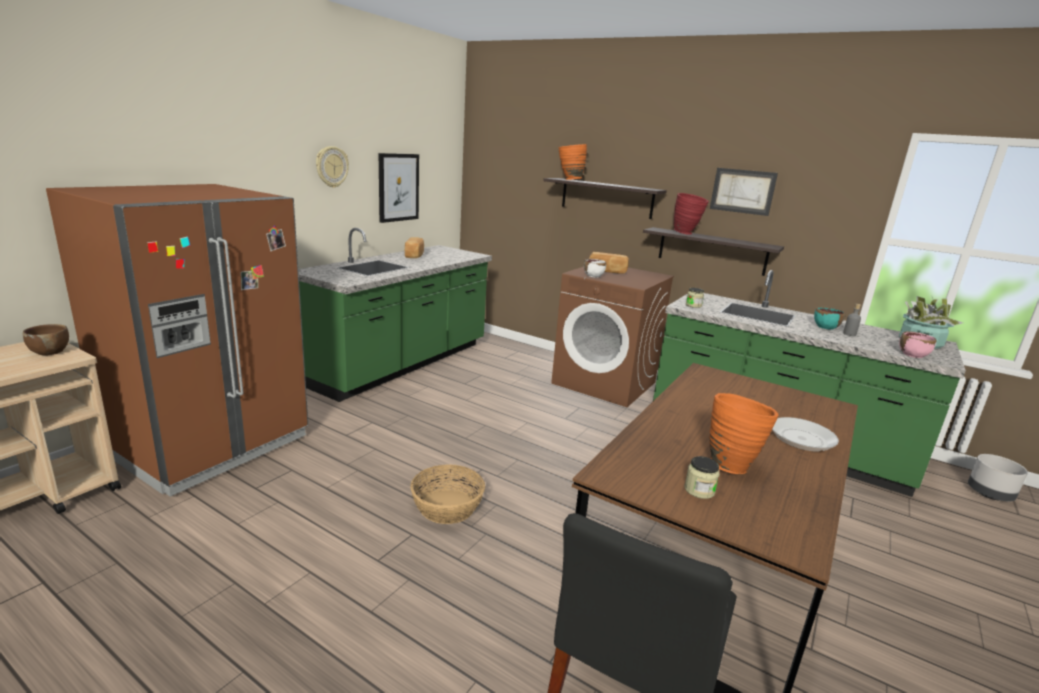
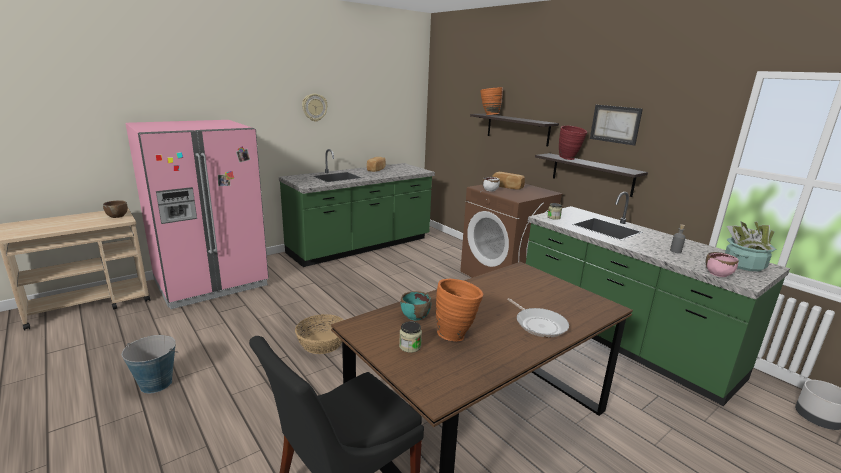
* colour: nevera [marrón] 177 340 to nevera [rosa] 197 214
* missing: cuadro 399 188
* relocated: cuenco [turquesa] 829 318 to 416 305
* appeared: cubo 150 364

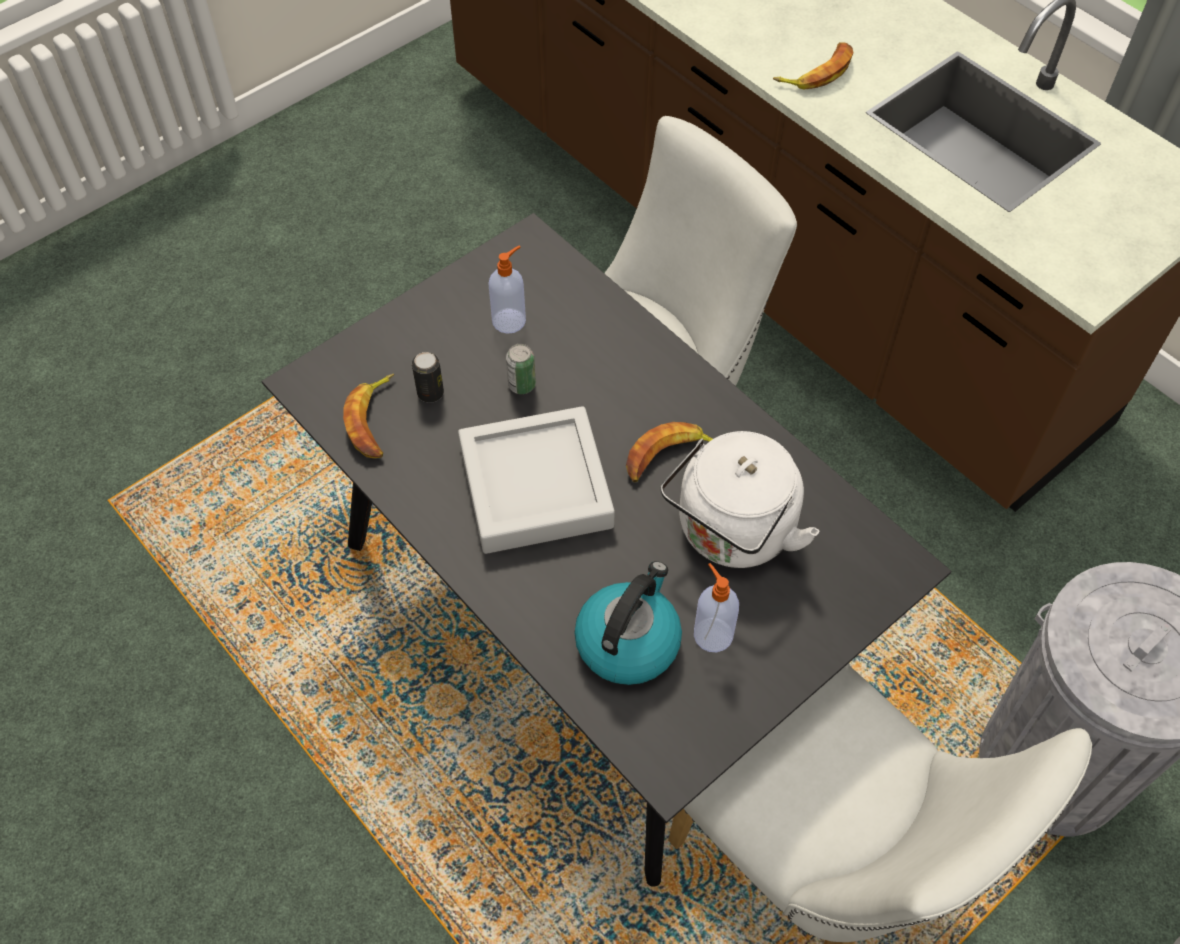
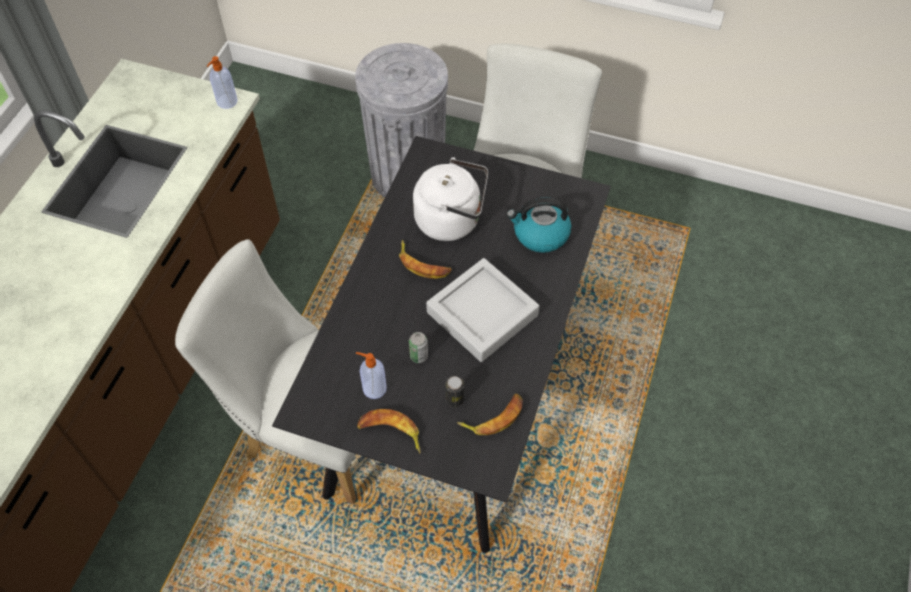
* relocated: dispensador de jabón 716 607 to 222 82
* relocated: plátano 813 66 to 388 431

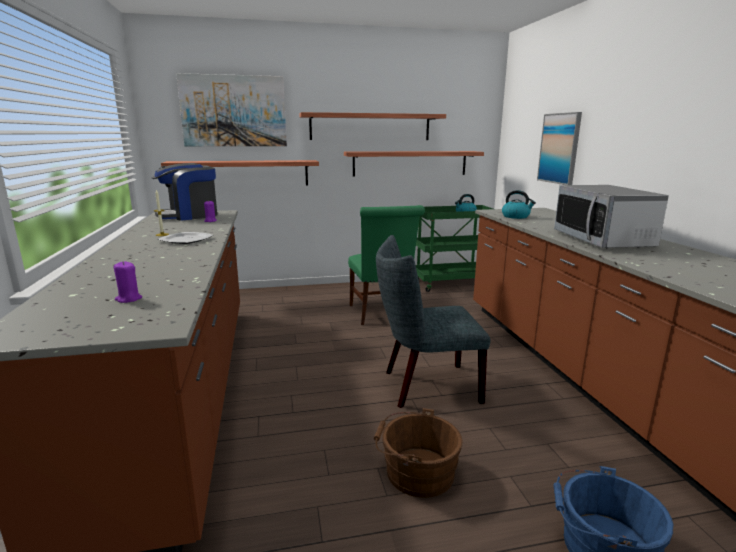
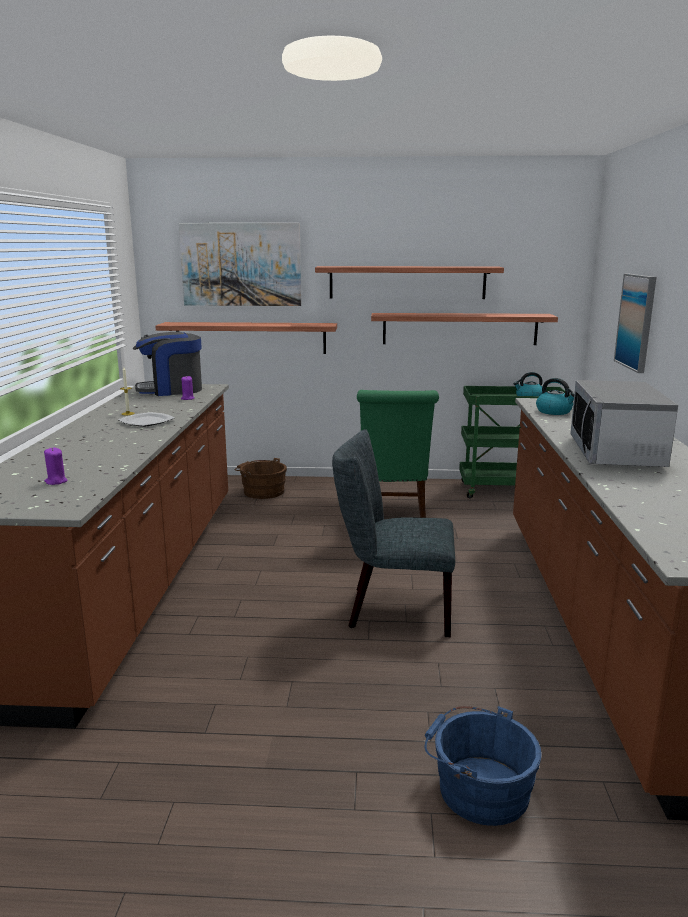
* relocated: cubo [marrón] 418 453 to 261 478

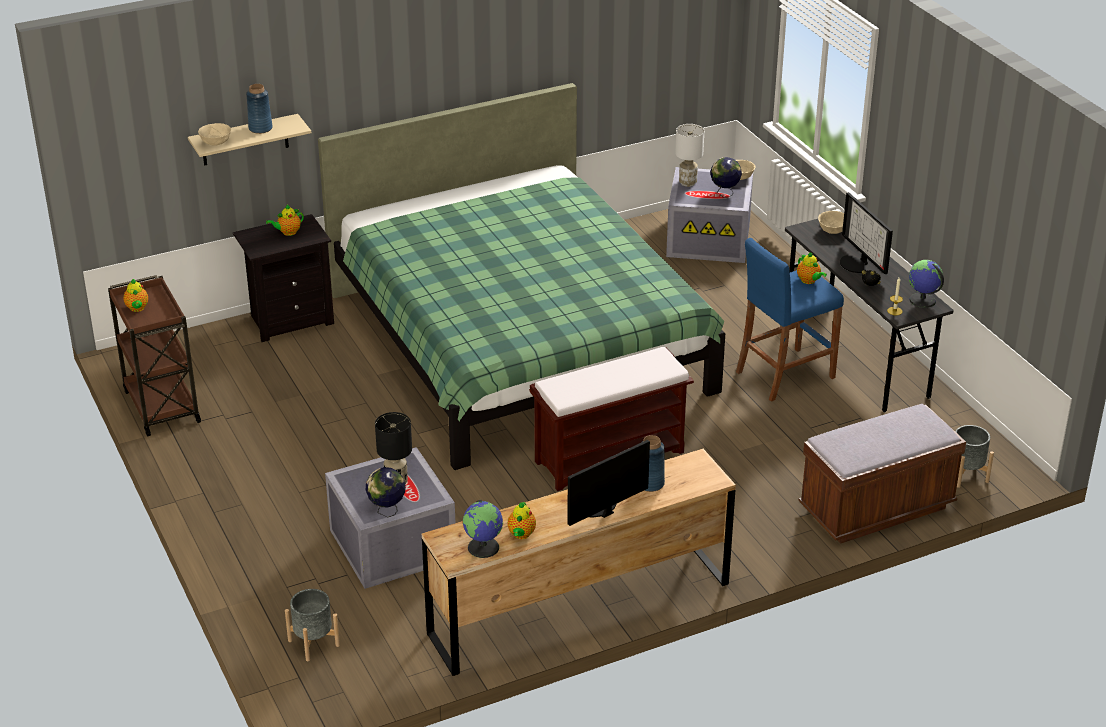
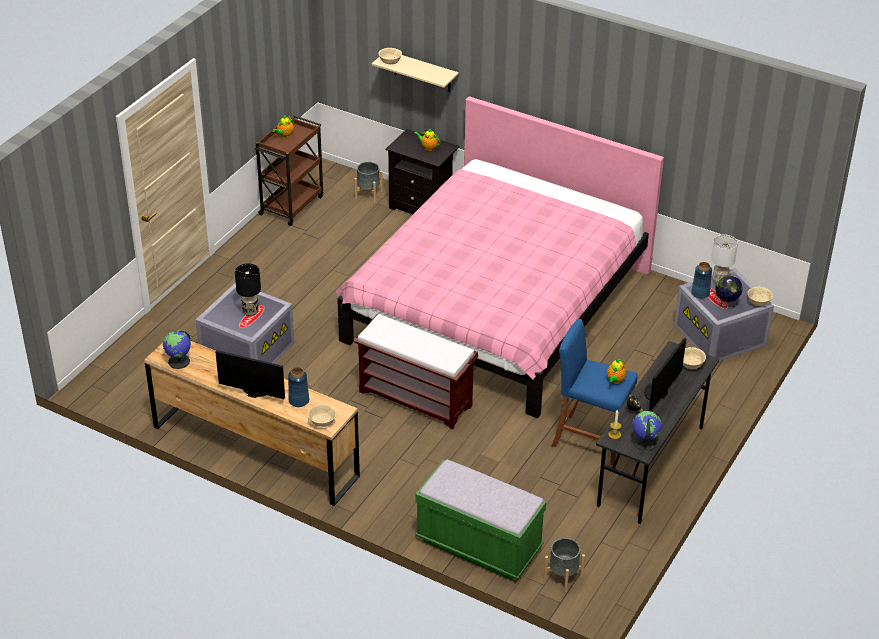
* relocated: florero [azul] 259 109 to 701 280
* relocated: maceta [gris] 312 625 to 368 182
* colour: cama [verde] 521 276 to cama [rosa] 500 257
* missing: globo terráqueo 386 492
* missing: tetera 522 520
* colour: banco [marrón] 882 474 to banco [verde] 480 520
* appeared: cuenco [beis] 322 415

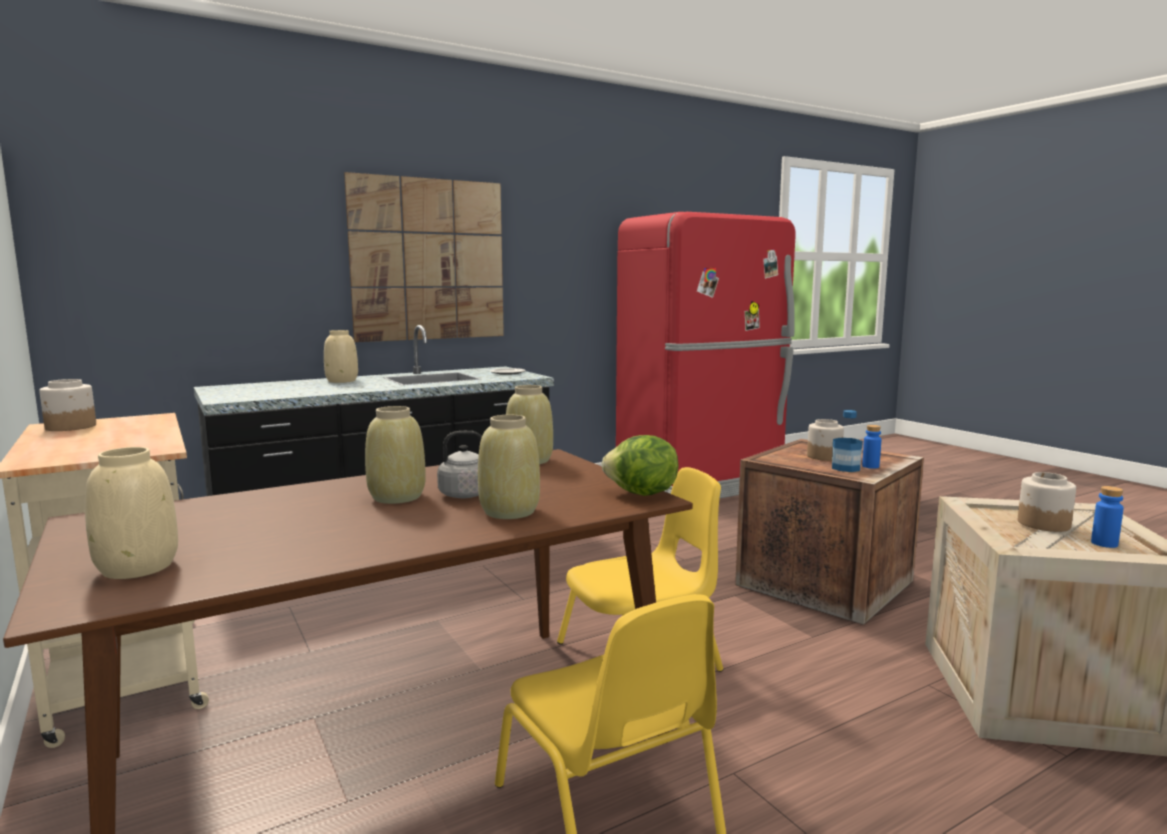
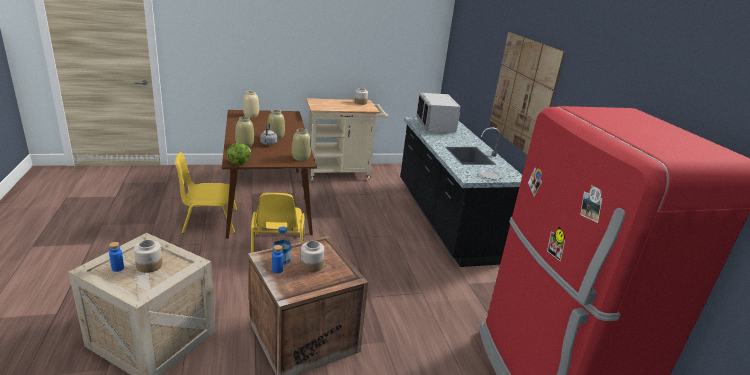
* missing: florero [beis] 341 356
* appeared: microondas [gris] 438 113

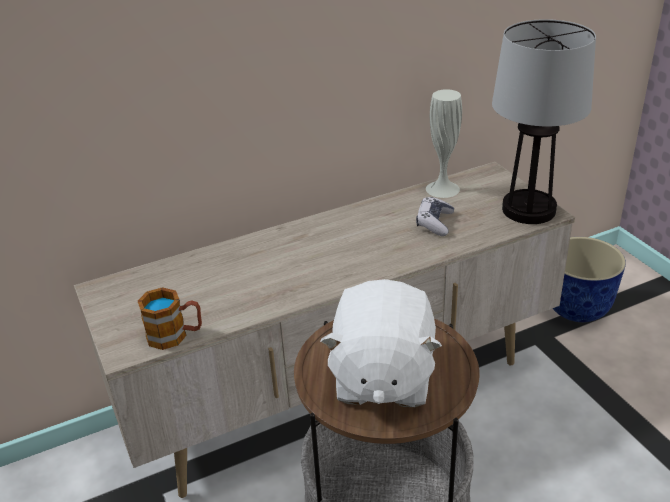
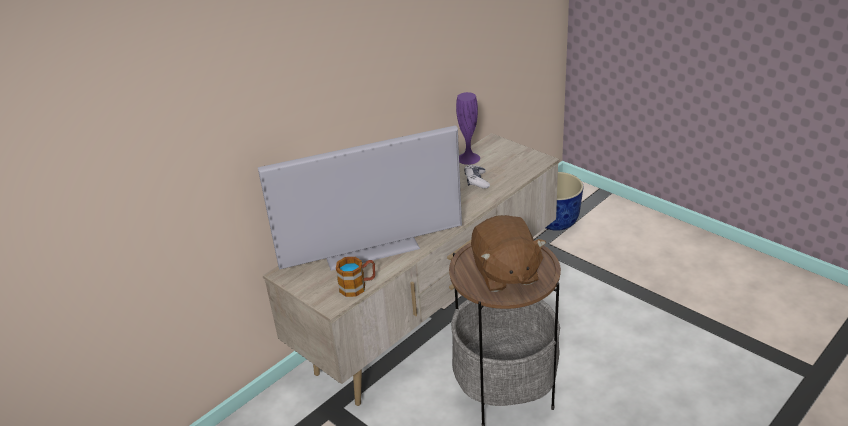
* colour: peluche [blanco] 381 343 to peluche [marrón] 508 253
* colour: florero [blanco] 444 143 to florero [morado] 468 128
* missing: lámpara de mesa 544 121
* appeared: televisor 360 198

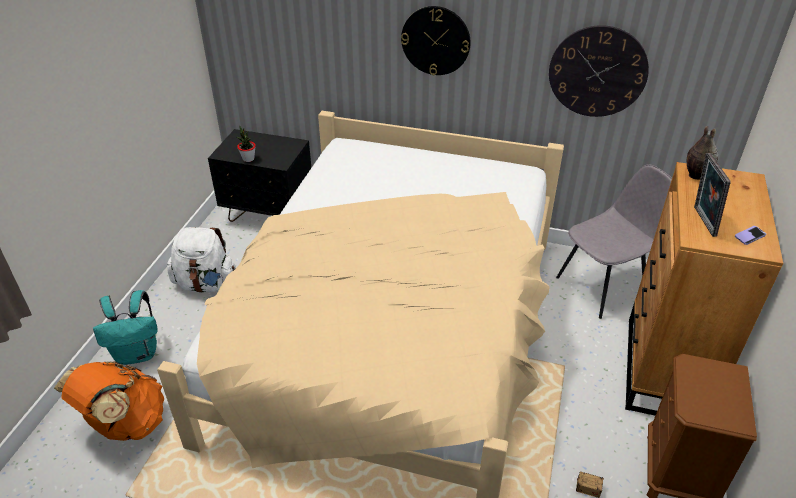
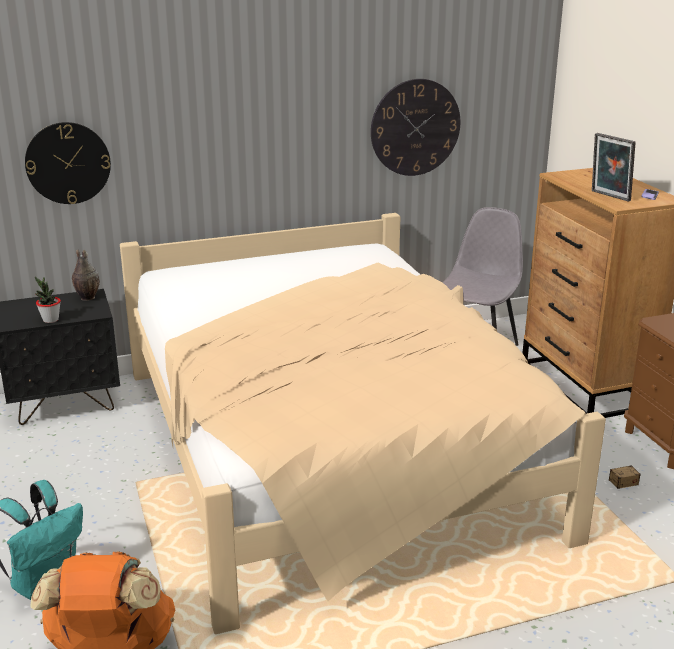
* missing: mochila [blanco] 201 260
* relocated: reloj de pared 436 40 to 68 163
* relocated: florero 702 153 to 86 275

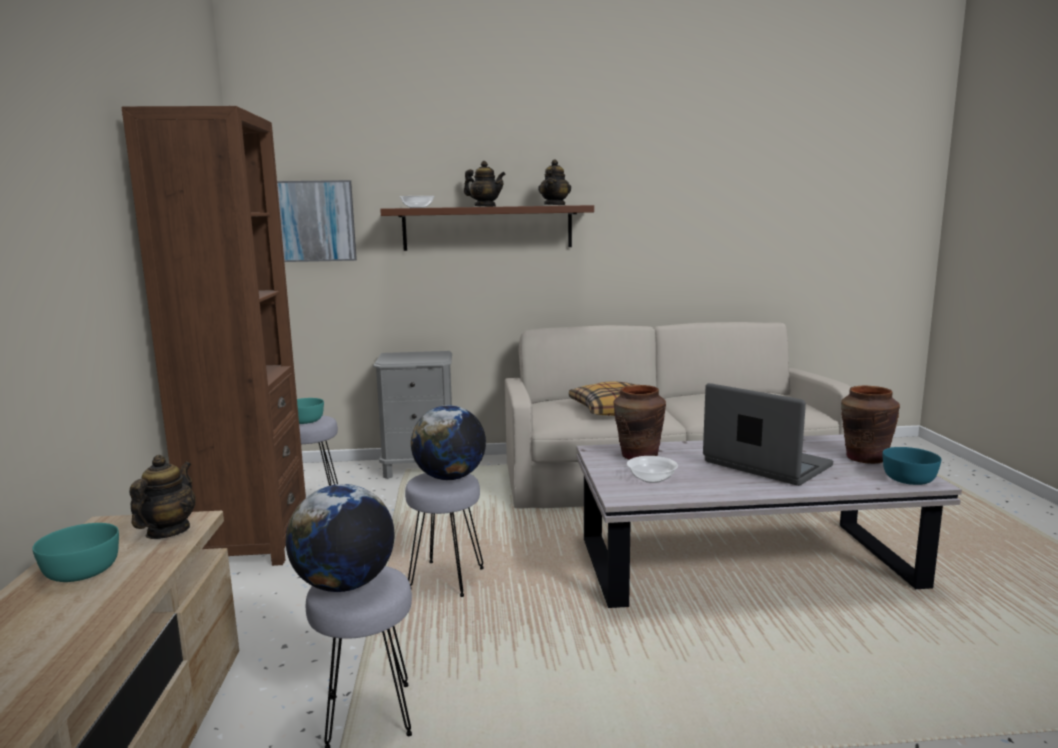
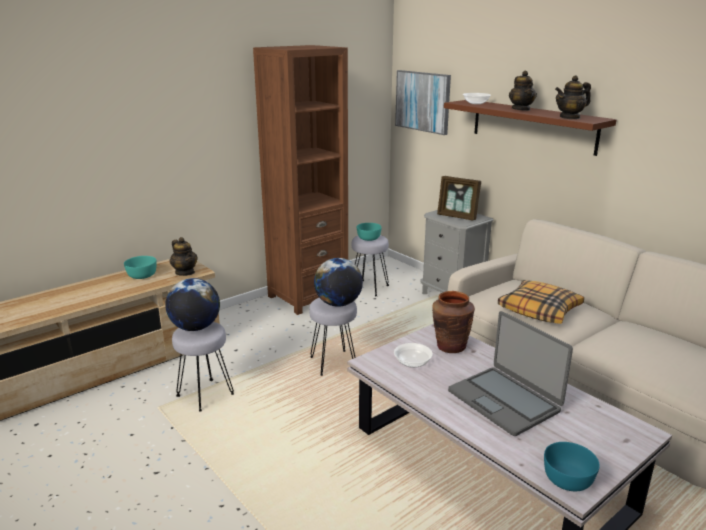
* spun: tetera 162 497 = 184 256 75 degrees clockwise
* spun: portátil 768 434 = 510 373 135 degrees clockwise
* missing: florero [marrón] 870 425
* appeared: portarretratos 459 198

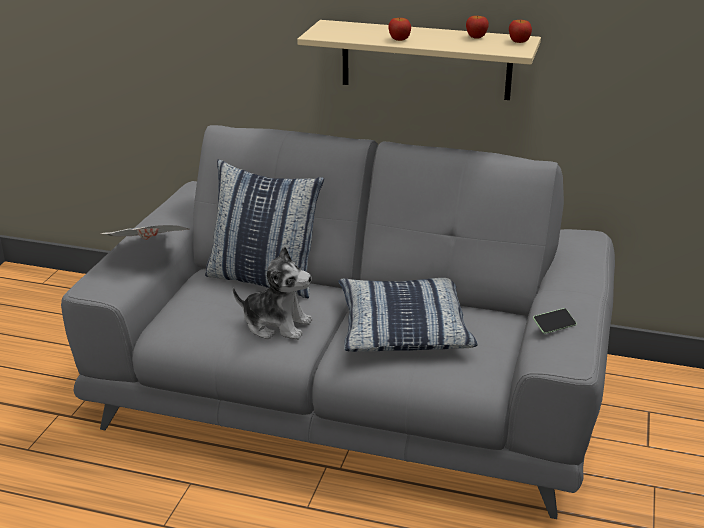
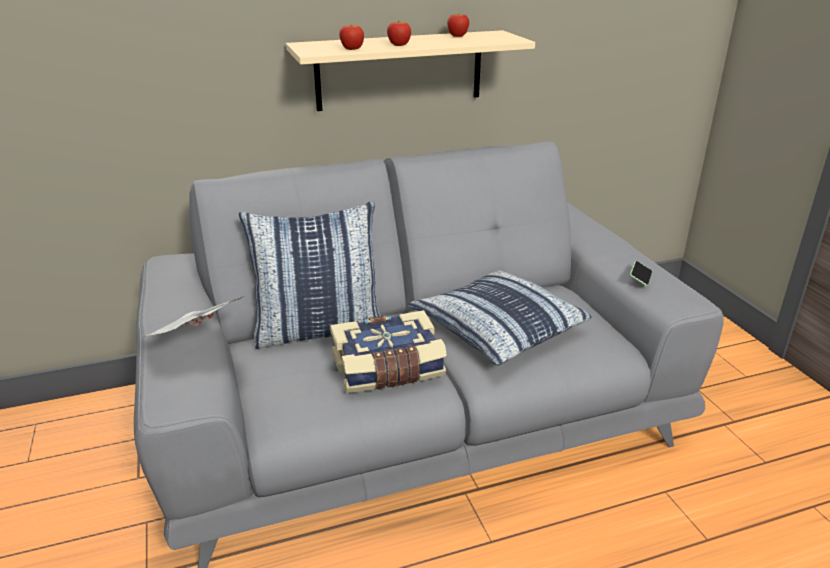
* exchanged: peluche 272 293 to libro 388 351
* relocated: manzana 520 31 to 351 37

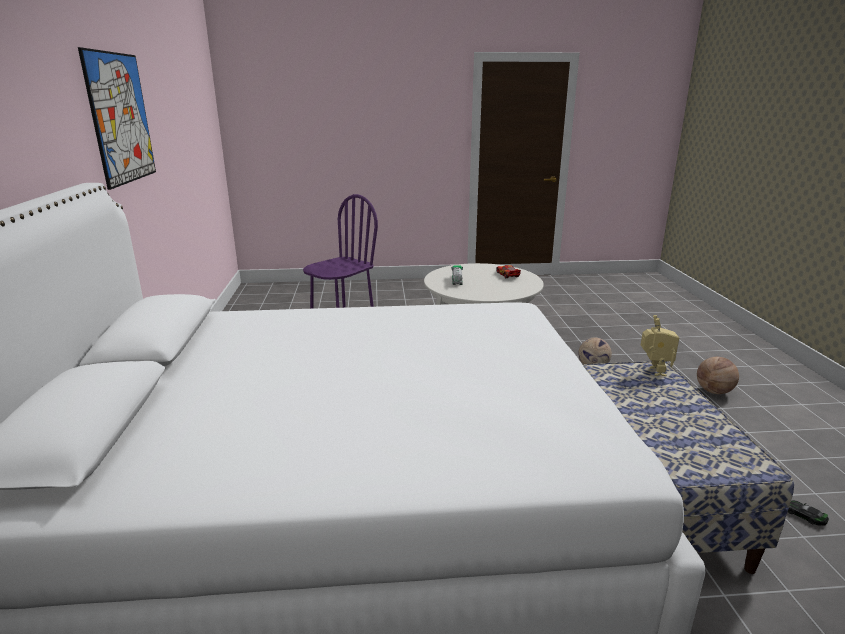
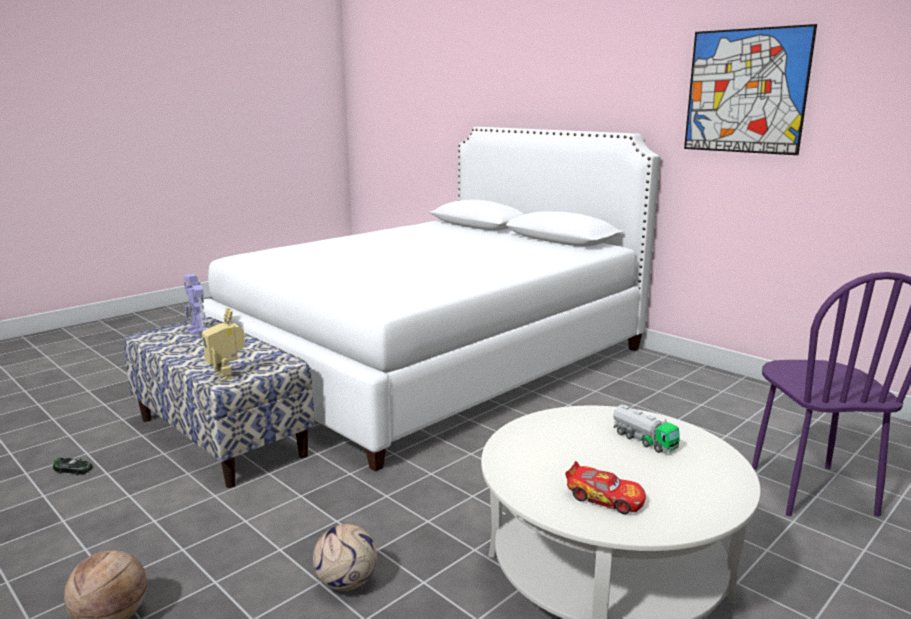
* appeared: robot de juguete 195 304

